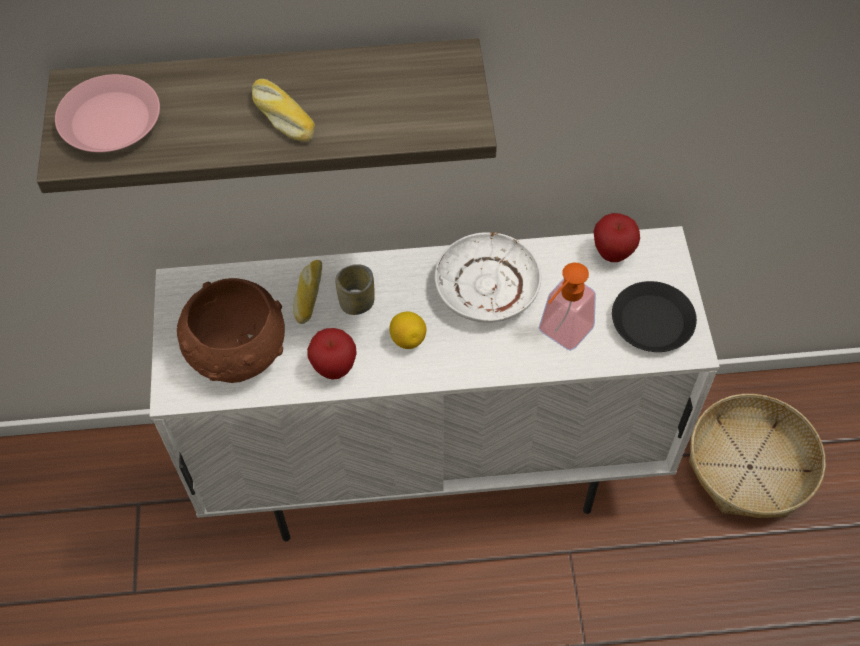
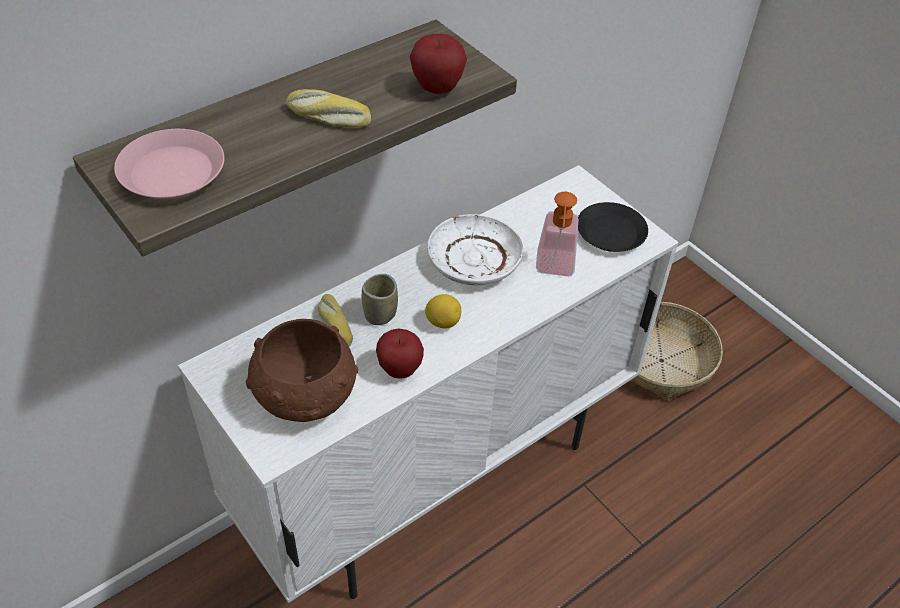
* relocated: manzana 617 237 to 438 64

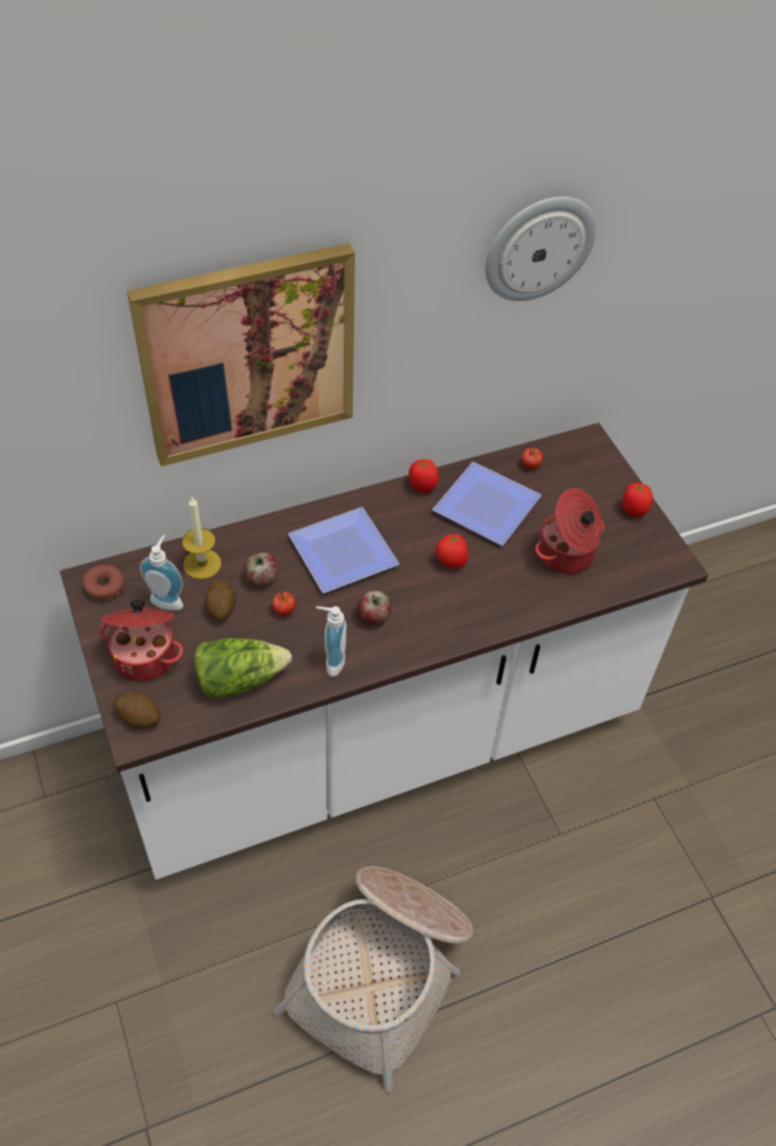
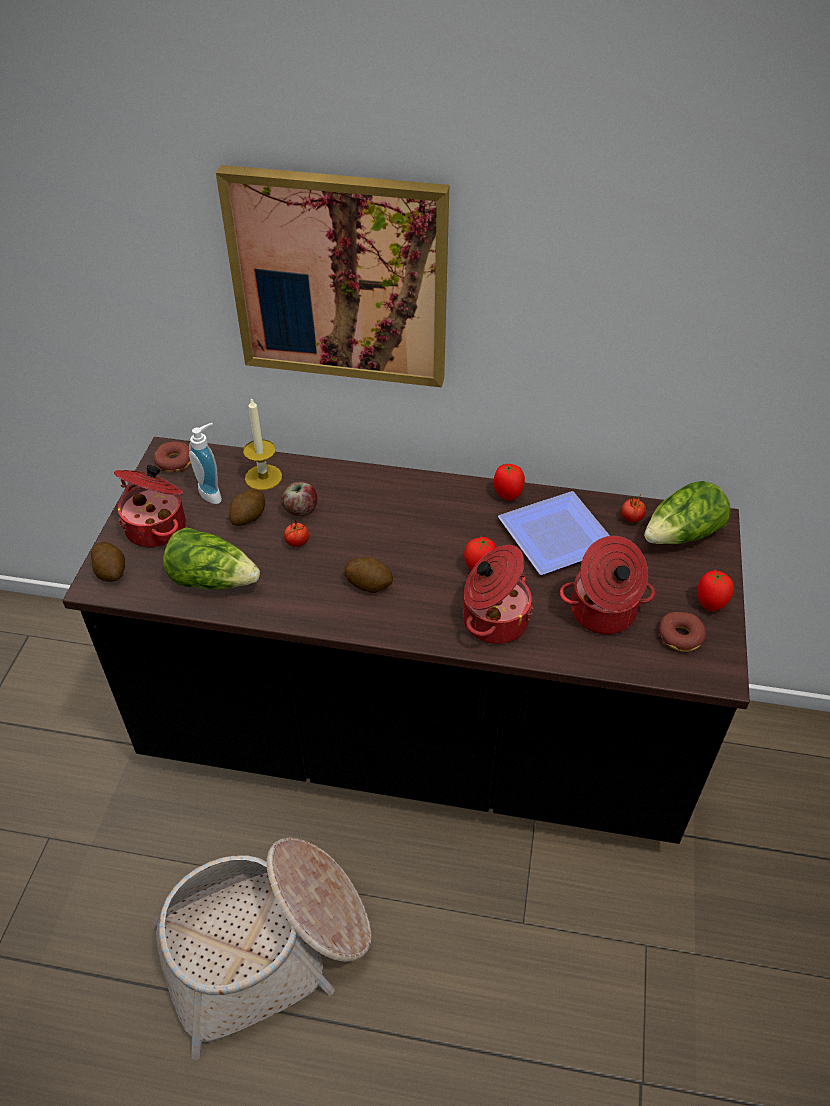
* colour: mueble bajo de cocina [blanco] 384 651 to mueble bajo de cocina [negro] 406 640
* missing: plato 344 550
* missing: dispensador de jabón 331 641
* exchanged: manzana 374 608 to patata 368 575
* missing: reloj de pared 540 248
* appeared: olla 498 594
* appeared: lechuga 687 512
* appeared: rosquilla 682 632

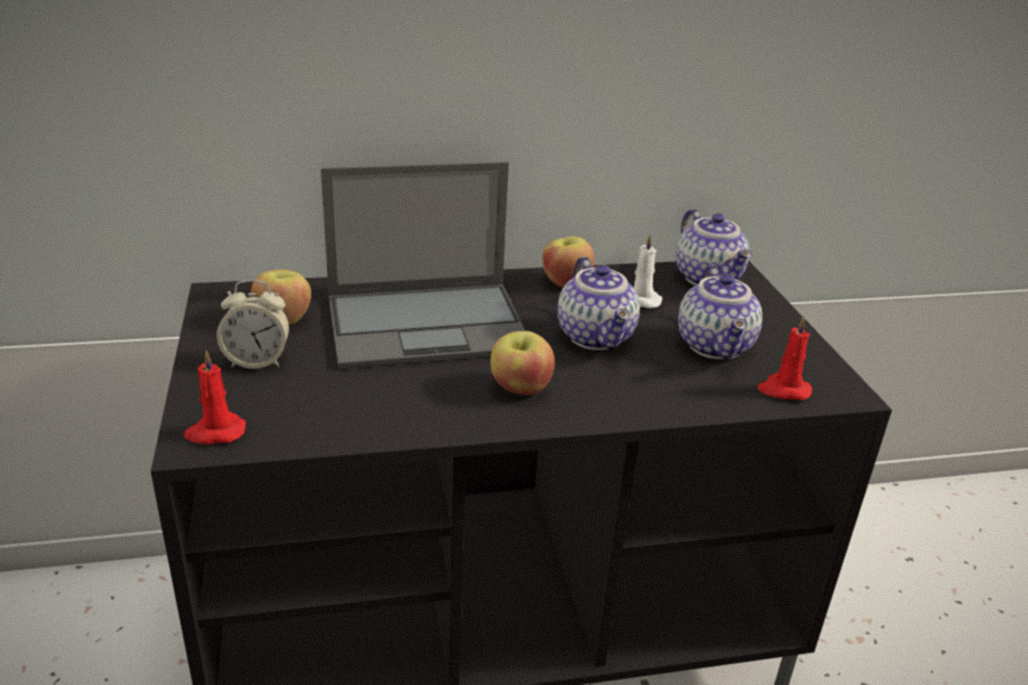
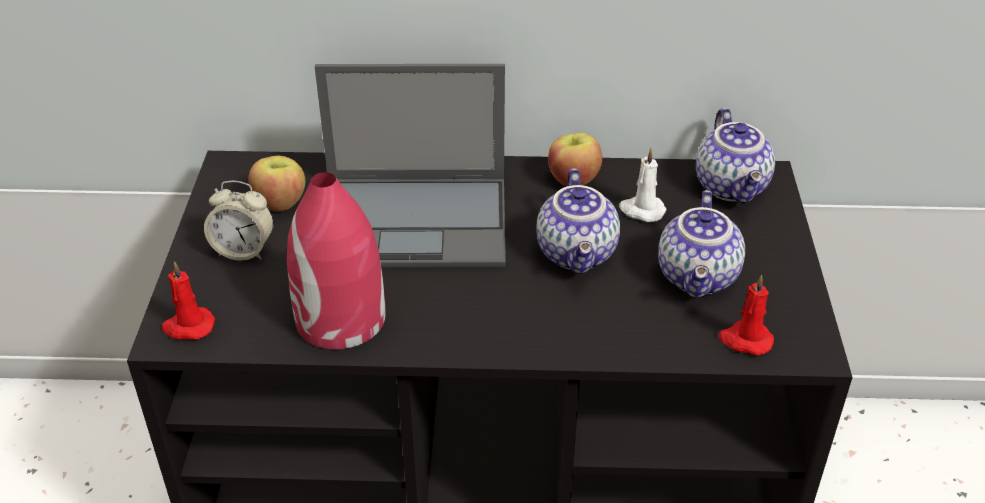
* missing: manzana 523 363
* appeared: florero [rojo] 336 260

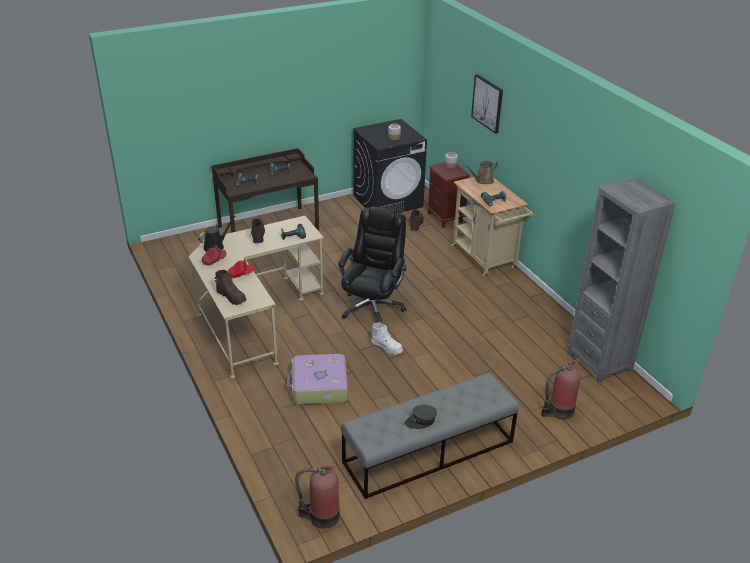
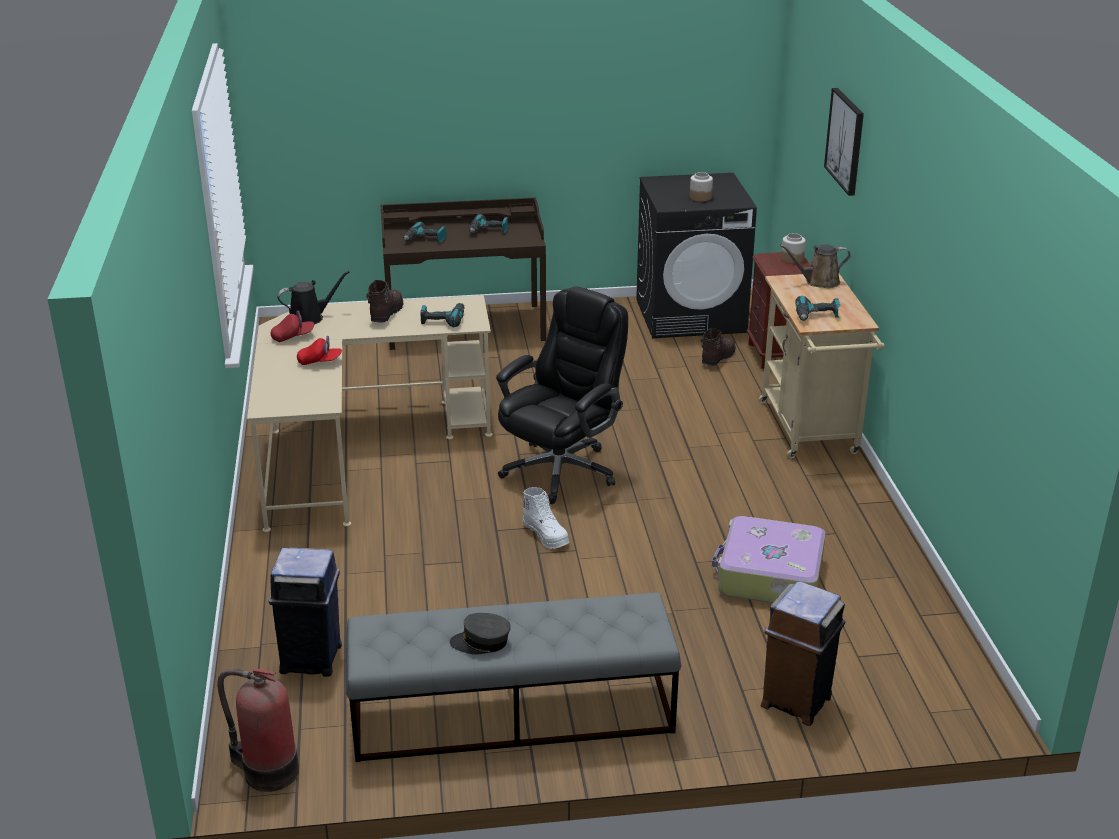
* missing: bota [marrón] 230 287
* relocated: maleta 317 379 to 768 559
* exchanged: extintor 561 389 to papelera [marrón] 802 653
* missing: estantería [gris] 621 280
* appeared: papelera [azul] 305 612

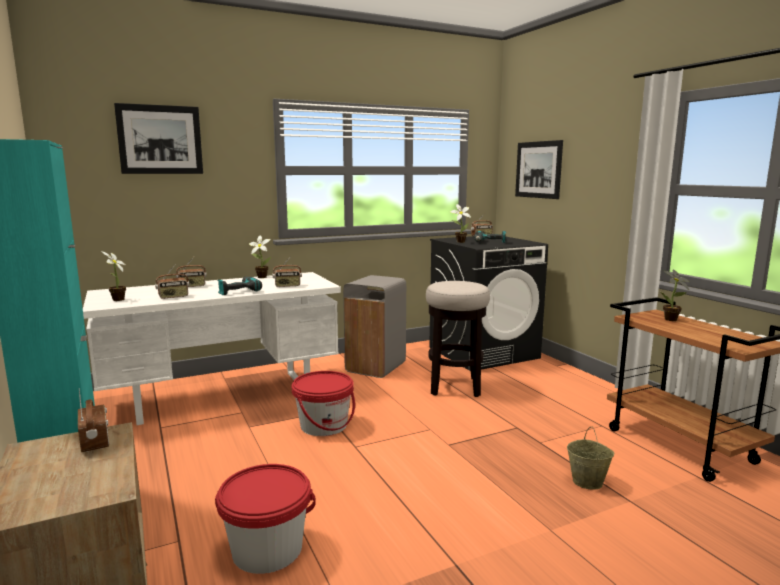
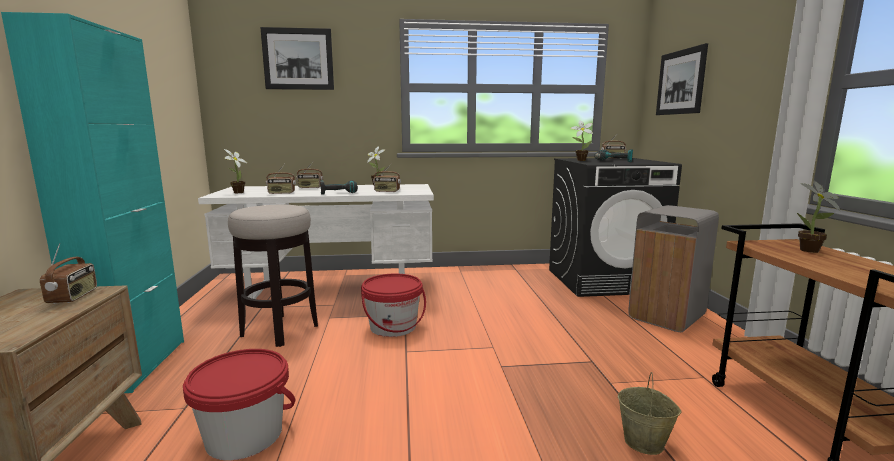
* relocated: papelera [gris] 374 326 to 673 268
* relocated: taburete 458 339 to 273 276

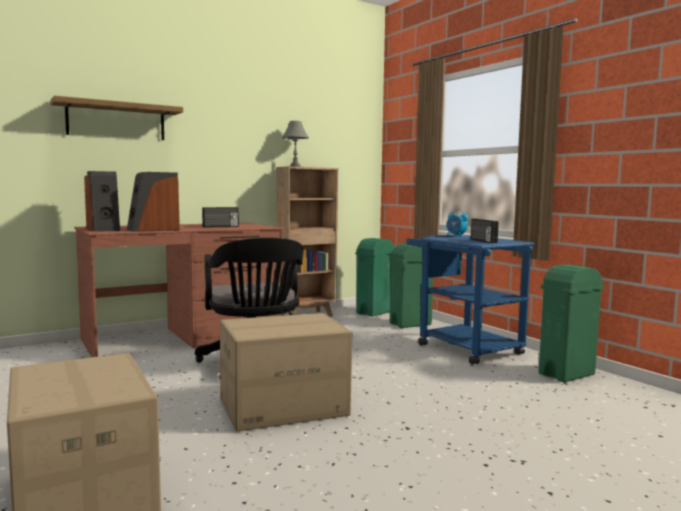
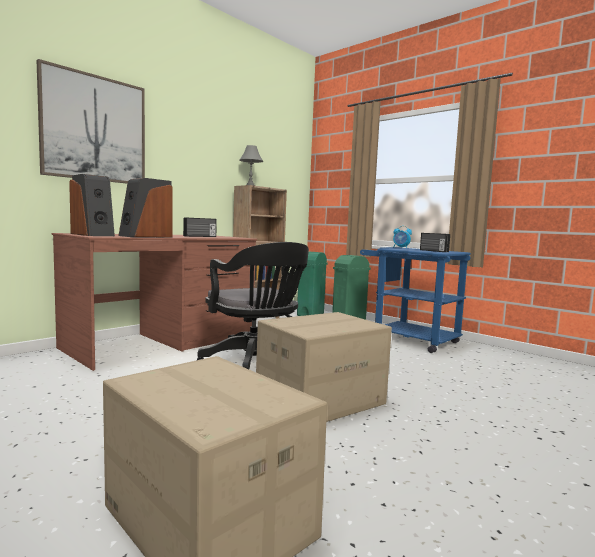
* exchanged: estante 117 118 to cuadro 90 121
* missing: papelera [verde] 571 323

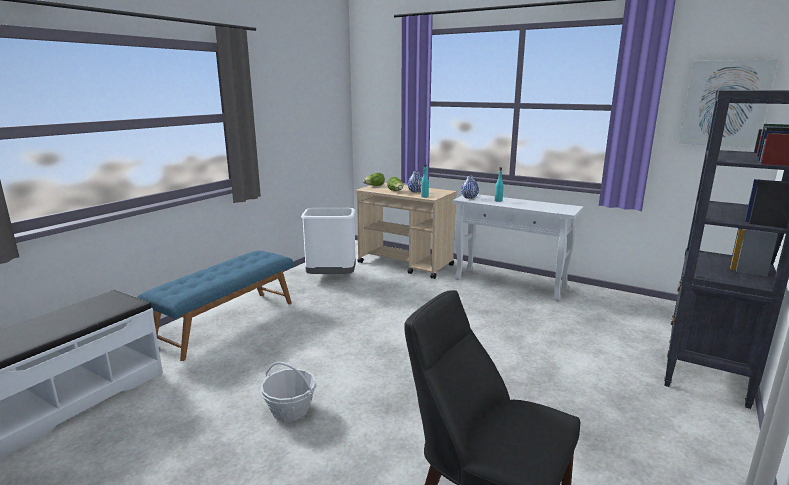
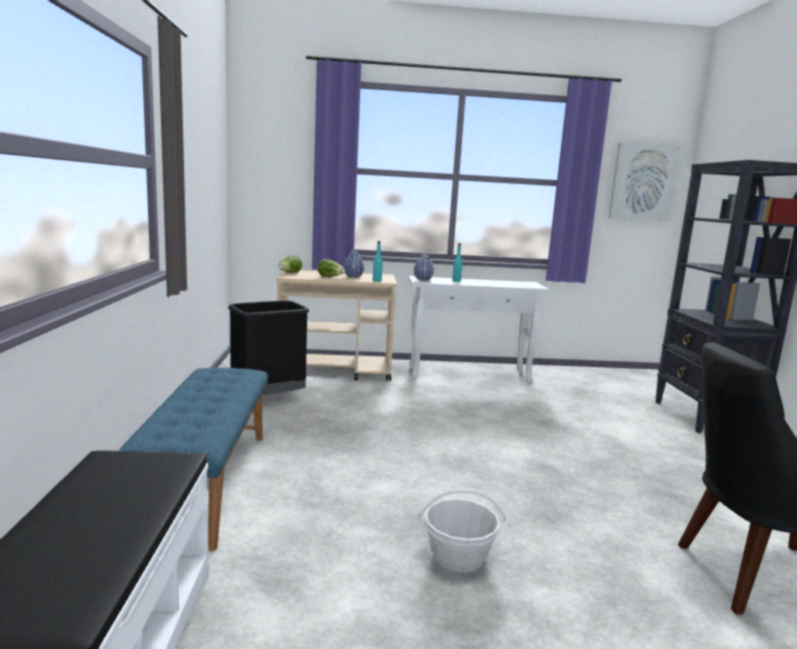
* colour: papelera [blanco] 328 241 to papelera [negro] 268 348

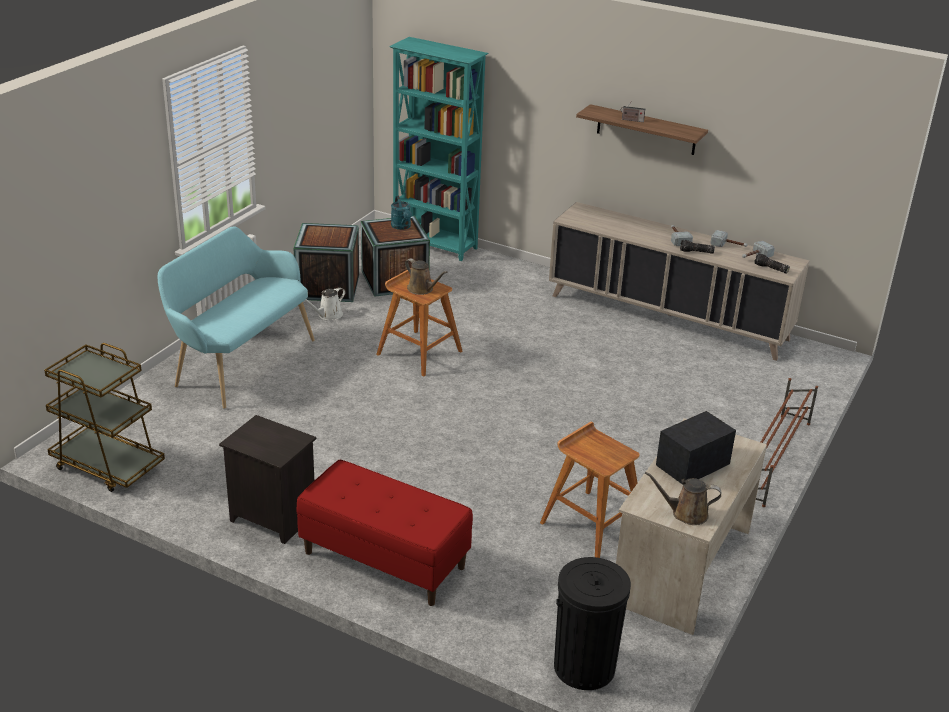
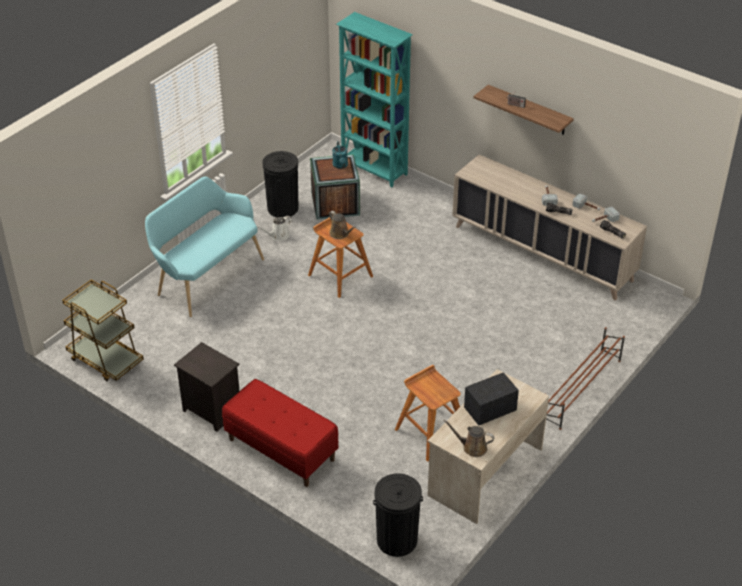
* exchanged: caja de embalaje 326 262 to papelera [negro] 280 184

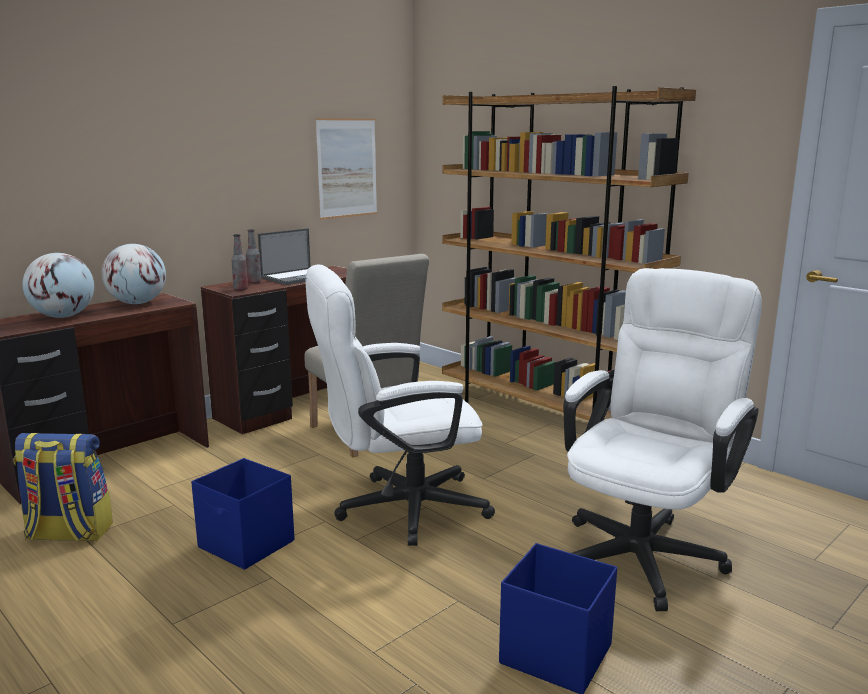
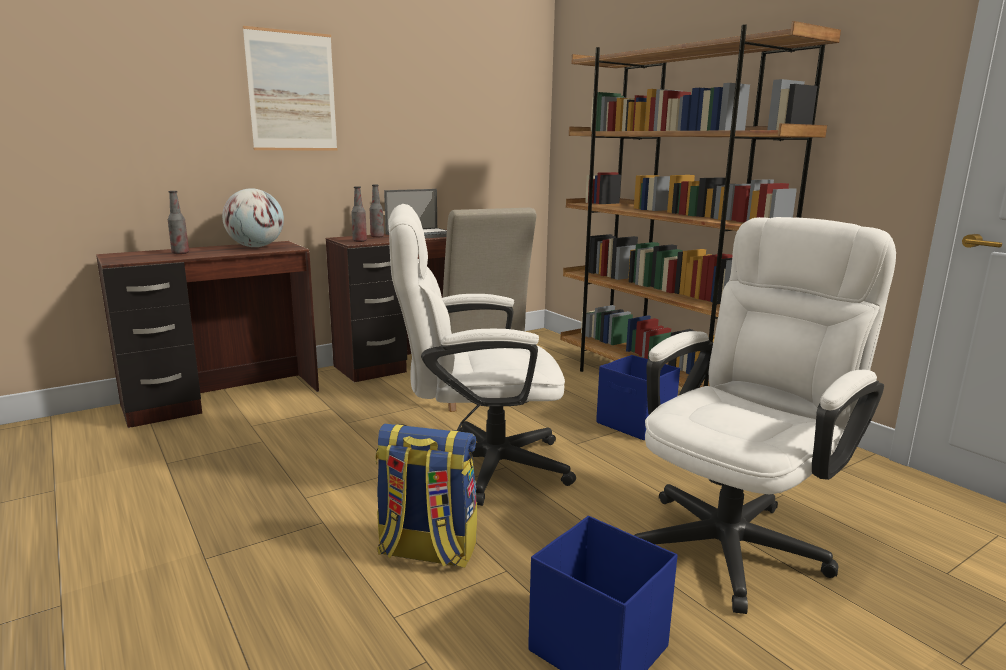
* relocated: mochila 63 487 to 426 496
* exchanged: globo terráqueo 58 285 to botella 178 222
* relocated: caja de almacenaje [azul] 242 514 to 638 397
* relocated: cuadro 346 169 to 290 88

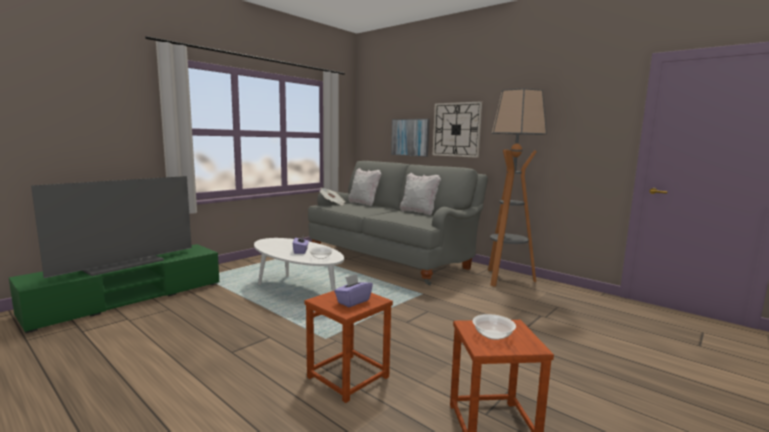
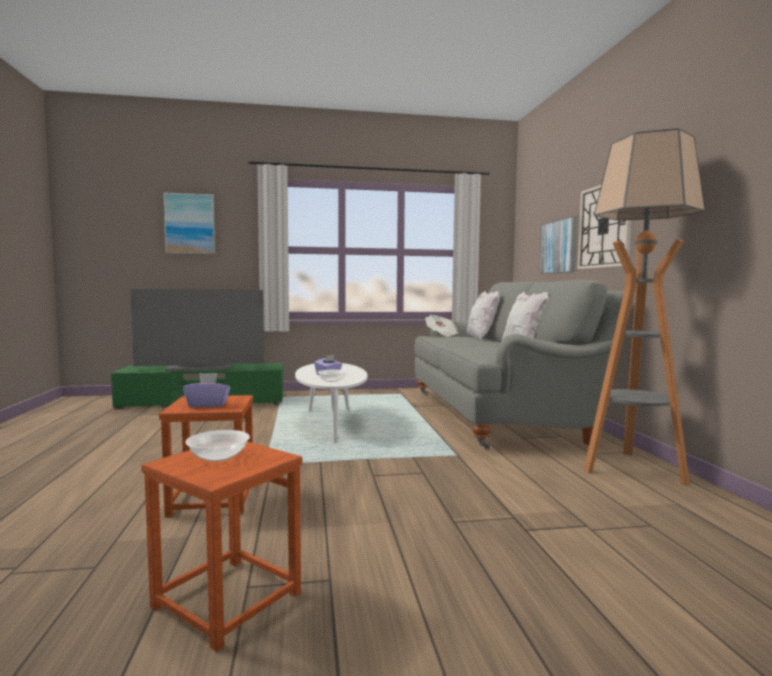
* appeared: cuadro 189 223

